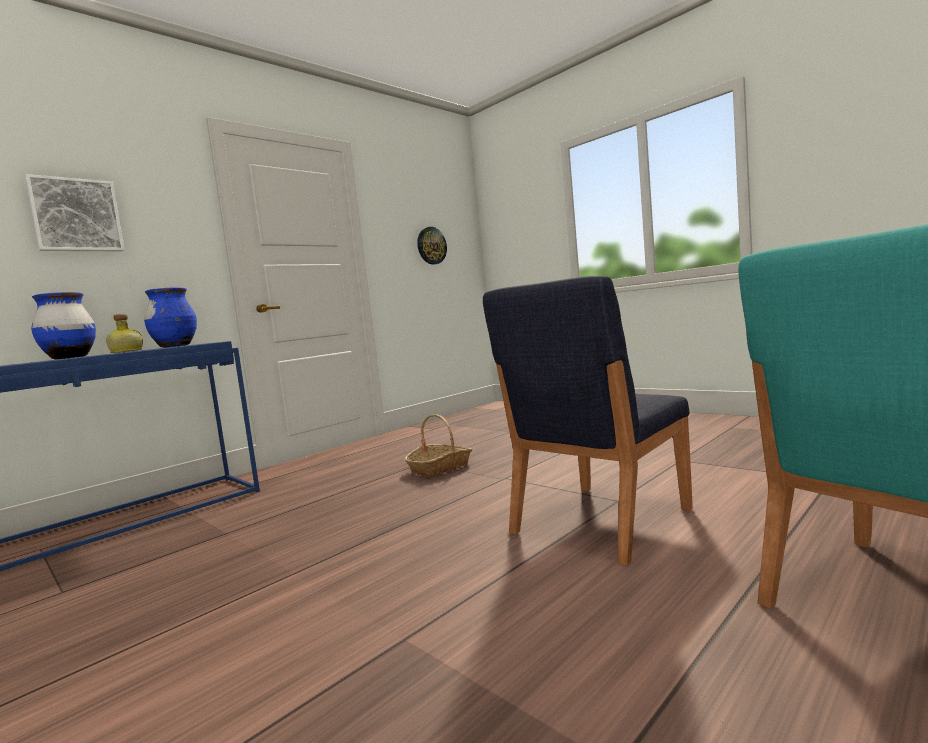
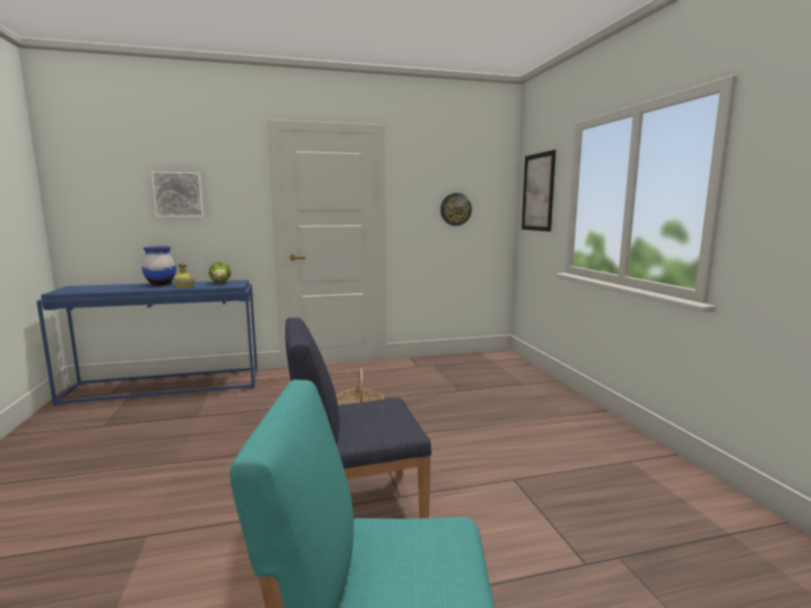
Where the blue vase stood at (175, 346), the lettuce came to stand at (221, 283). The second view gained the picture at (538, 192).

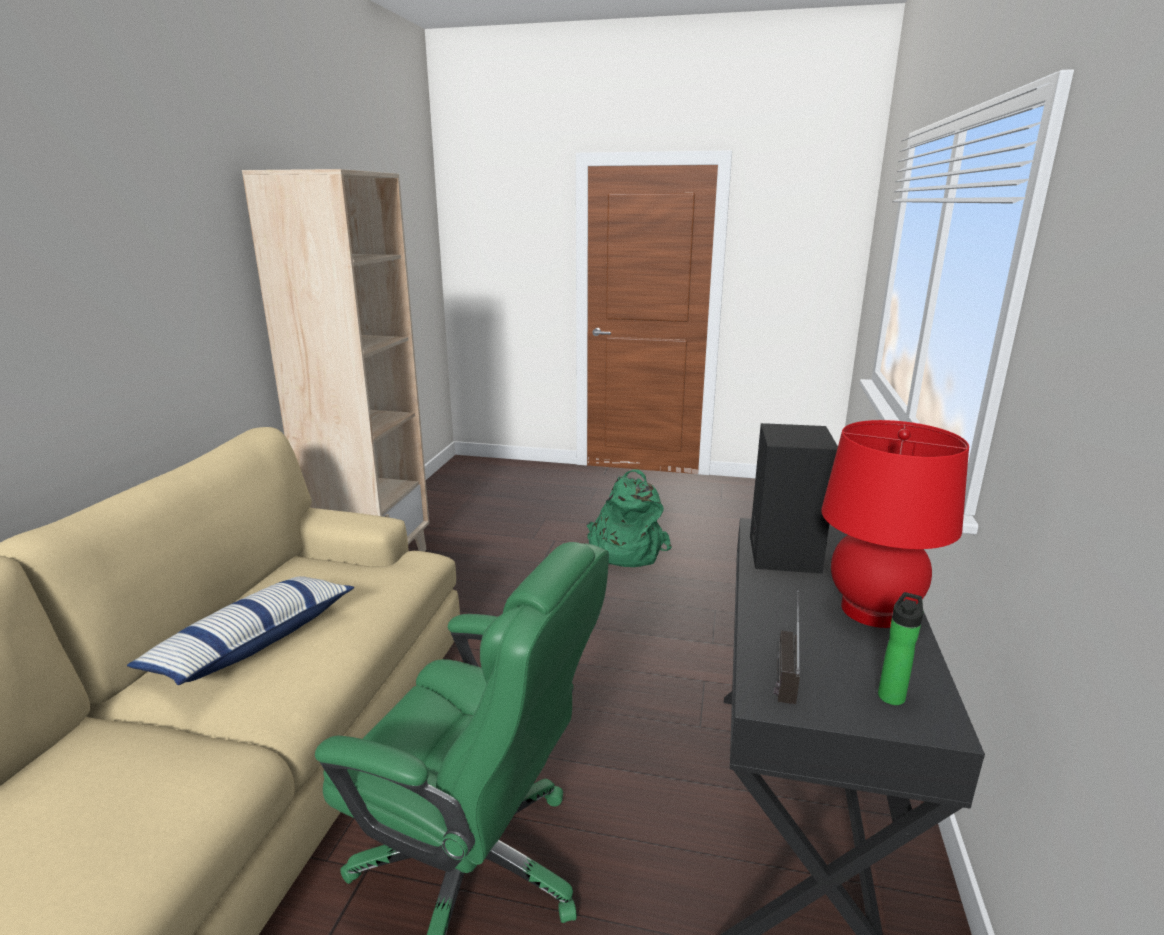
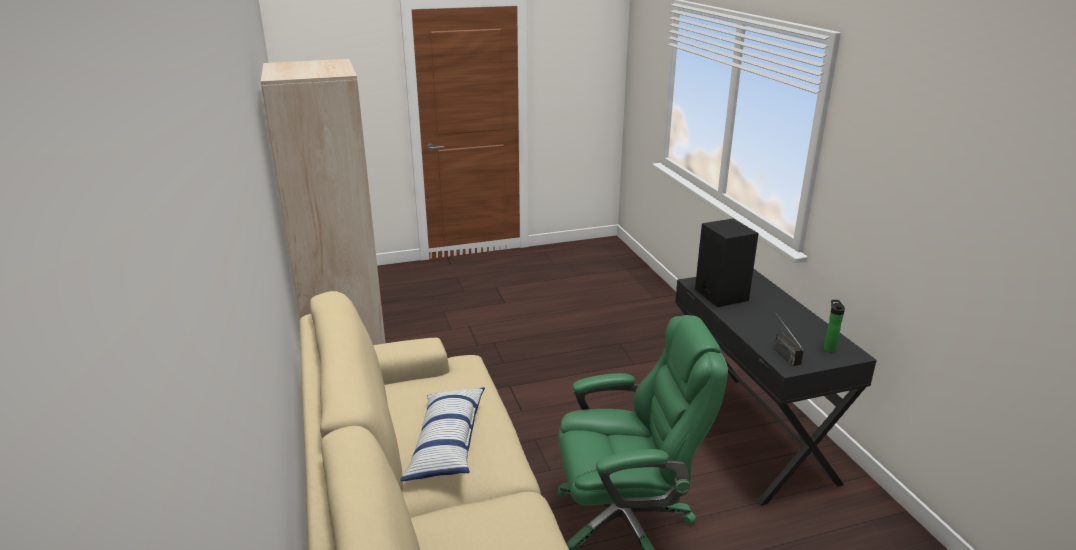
The second view lost the red table lamp at (873, 610). The second view lost the green backpack at (624, 550).

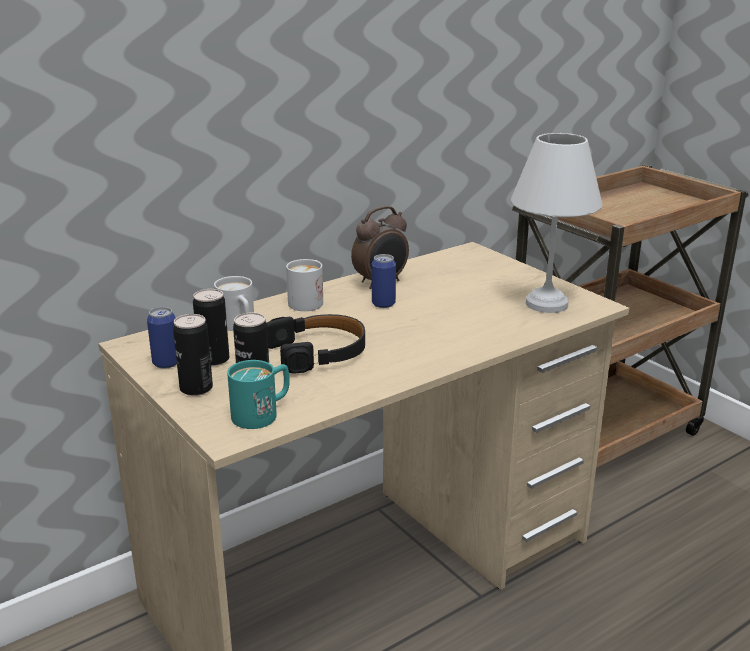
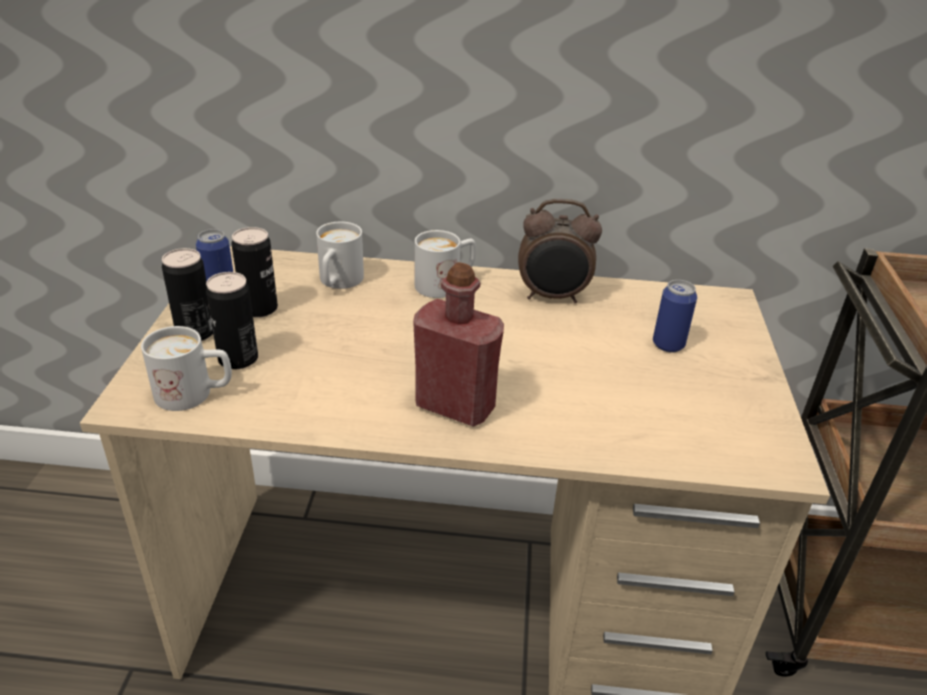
The second view lost the white table lamp at (549, 304). The can ended up elsewhere, having gone from (383, 304) to (668, 344). The second view lost the black headphones at (318, 352). What was the turquoise mug at (263, 413) turned into the white mug at (195, 394). The second view gained the red bottle at (455, 406).

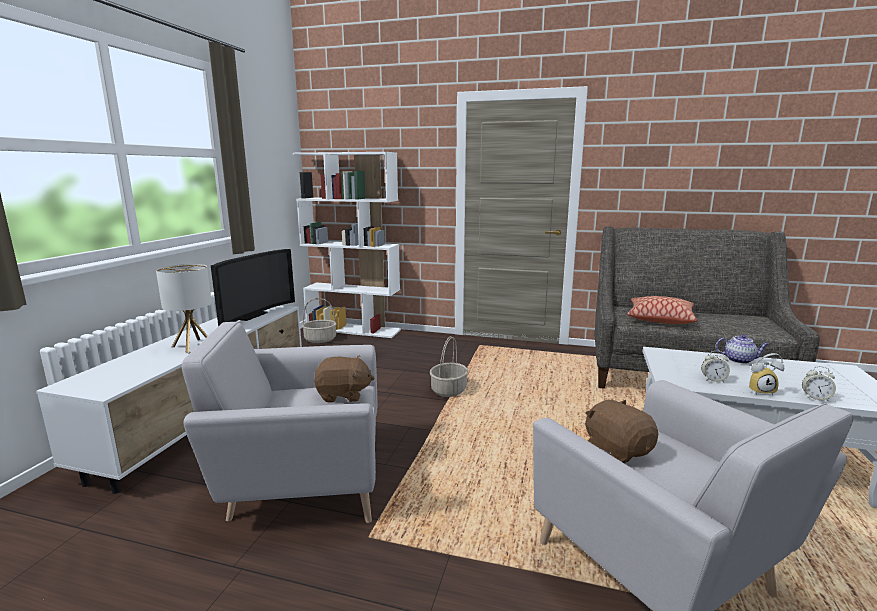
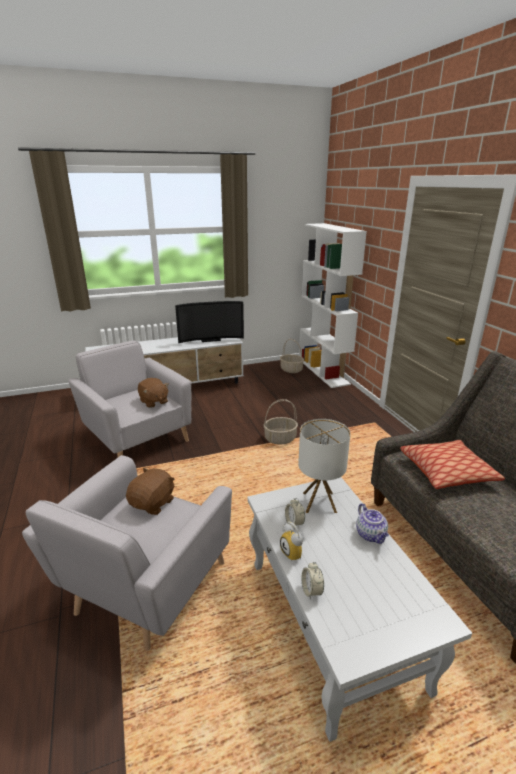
The table lamp ended up elsewhere, having gone from (193, 346) to (319, 502).

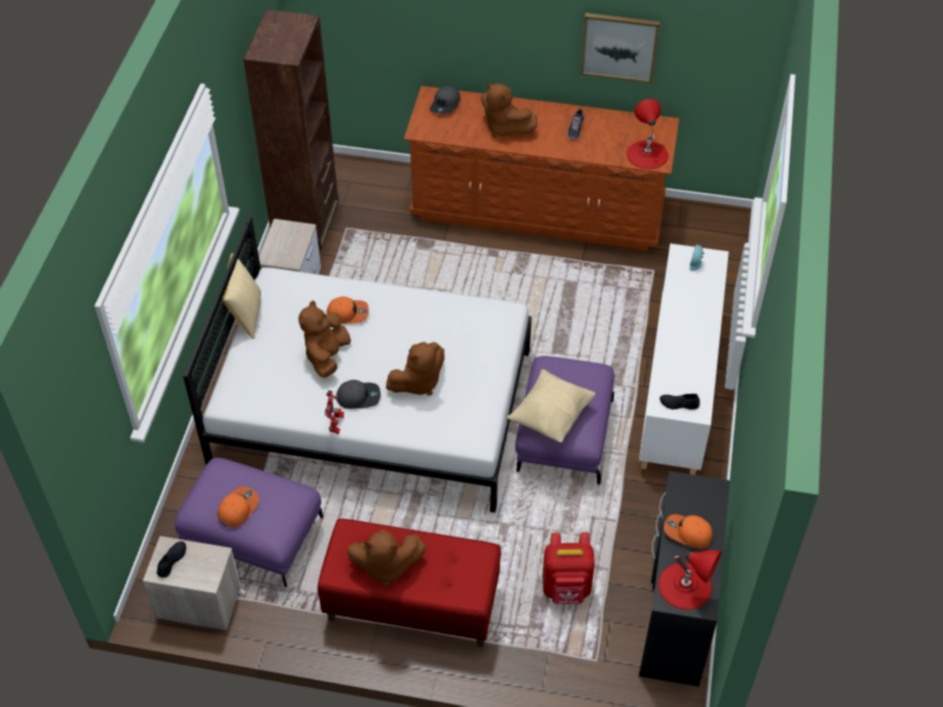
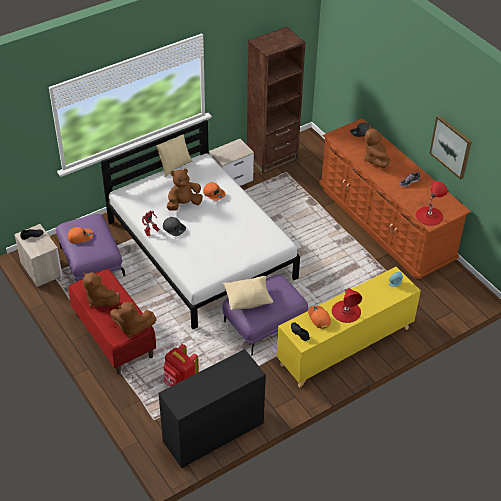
What was the white cabinet at (678, 388) turned into the yellow cabinet at (345, 346). The brown plush toy ended up elsewhere, having gone from (418, 382) to (132, 327). The orange cap ended up elsewhere, having gone from (687, 533) to (318, 318). The red table lamp ended up elsewhere, having gone from (685, 586) to (346, 311).

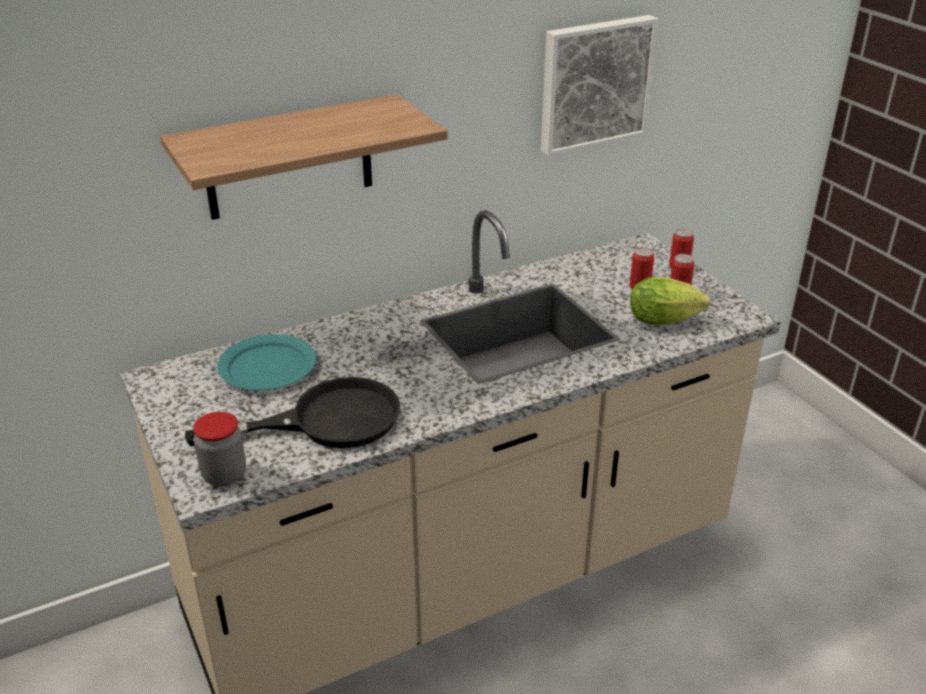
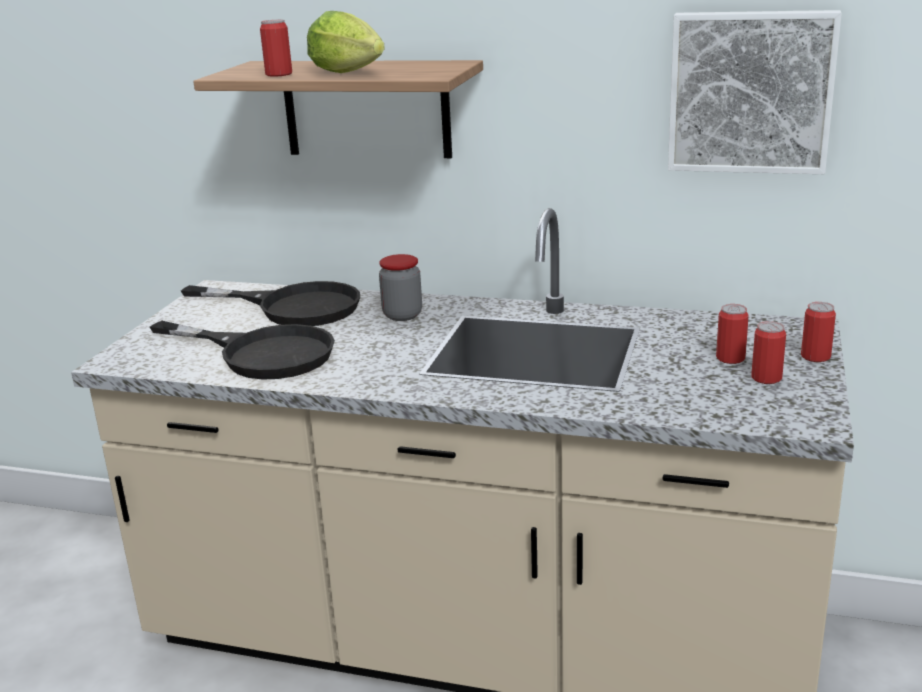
The lettuce ended up elsewhere, having gone from (667, 321) to (351, 73). Where the turquoise plate stood at (268, 366), the black frying pan came to stand at (293, 307). The jar ended up elsewhere, having gone from (224, 475) to (402, 315). The second view gained the can at (278, 74).

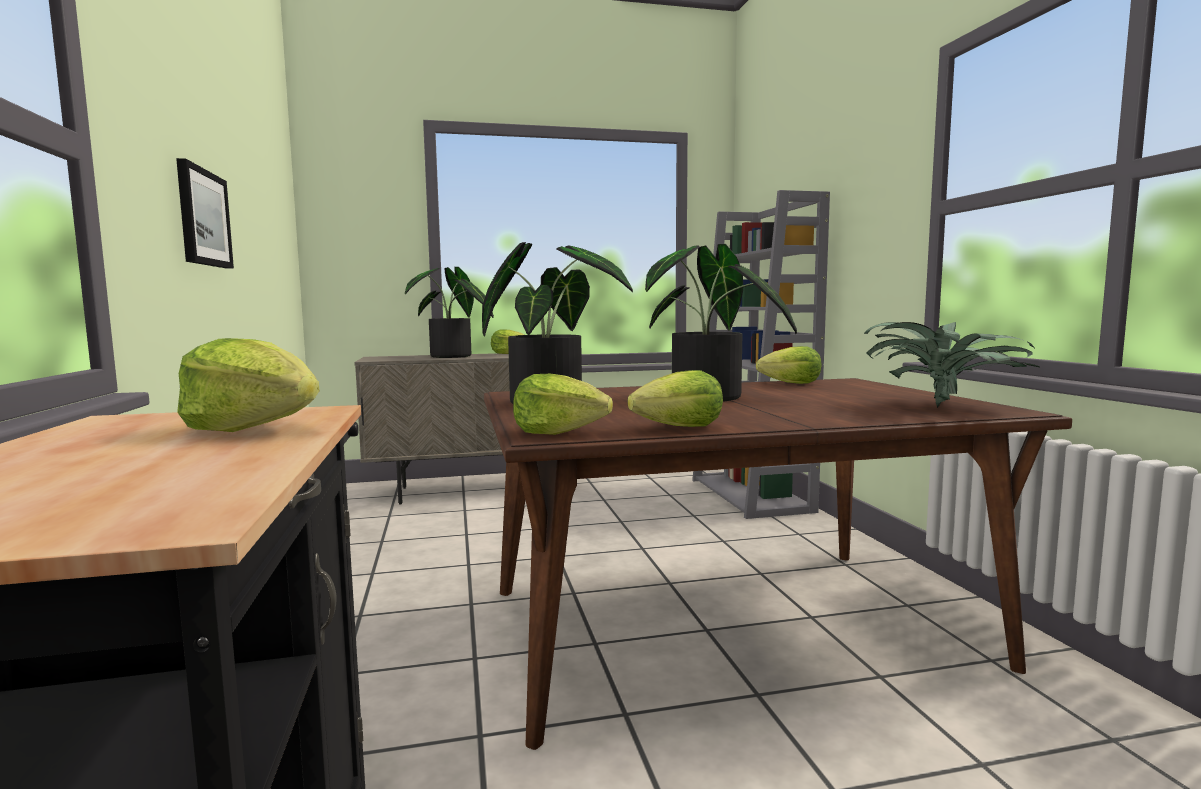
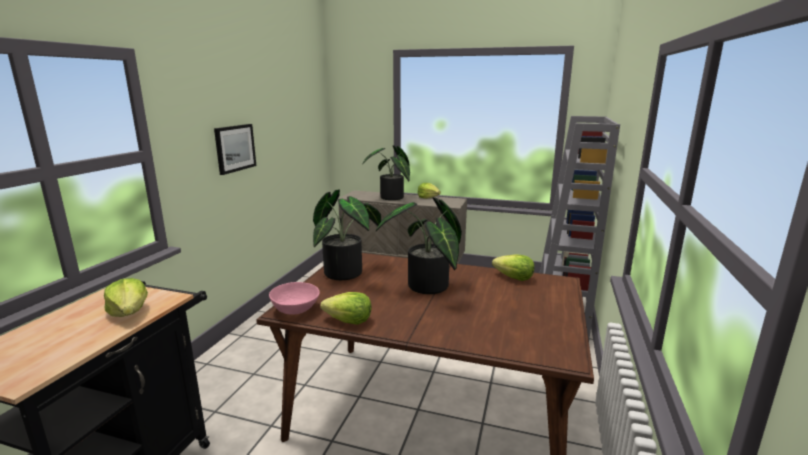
The second view lost the potted plant at (943, 407). Where the lettuce stood at (558, 432), the pink bowl came to stand at (295, 309).

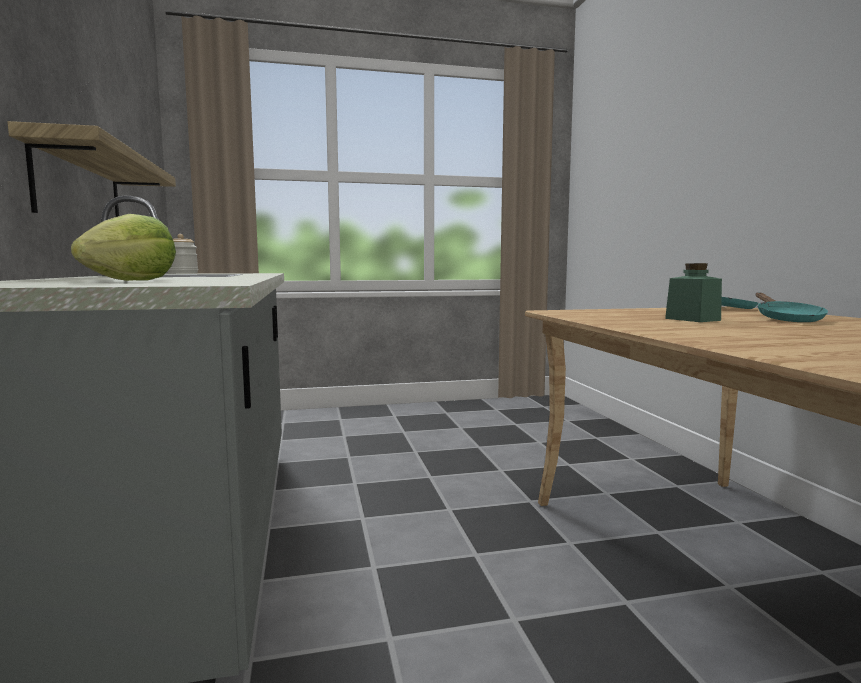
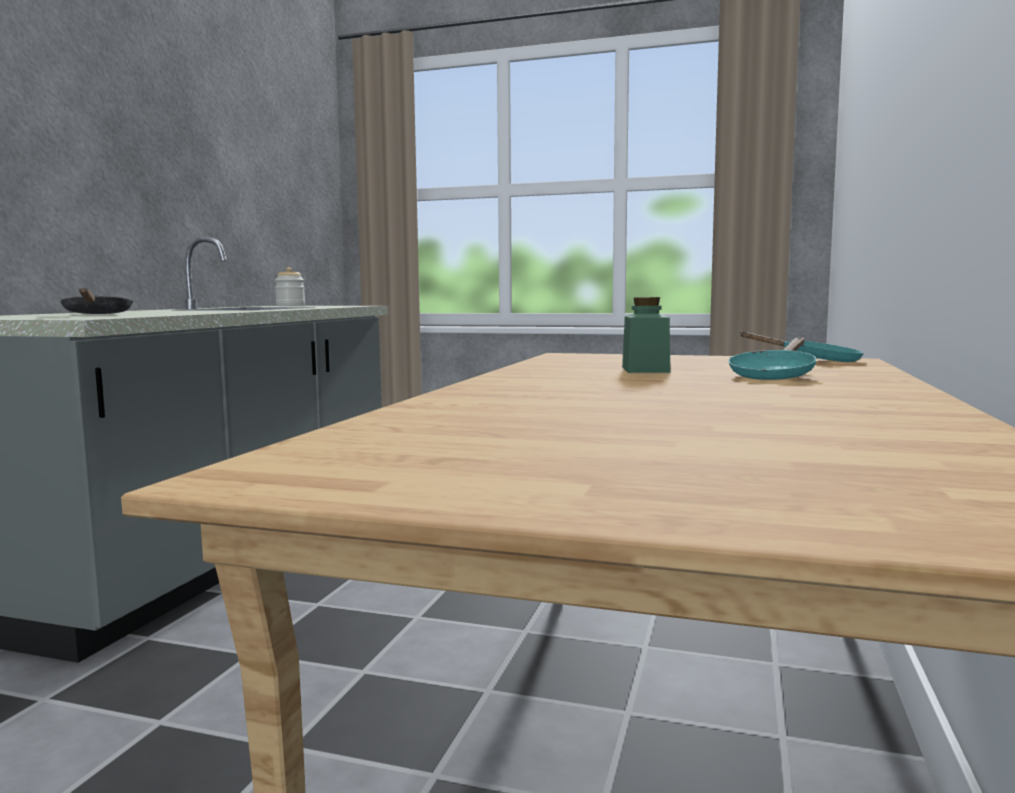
The second view lost the shelf at (80, 188). Where the lettuce stood at (132, 280), the black frying pan came to stand at (97, 314).

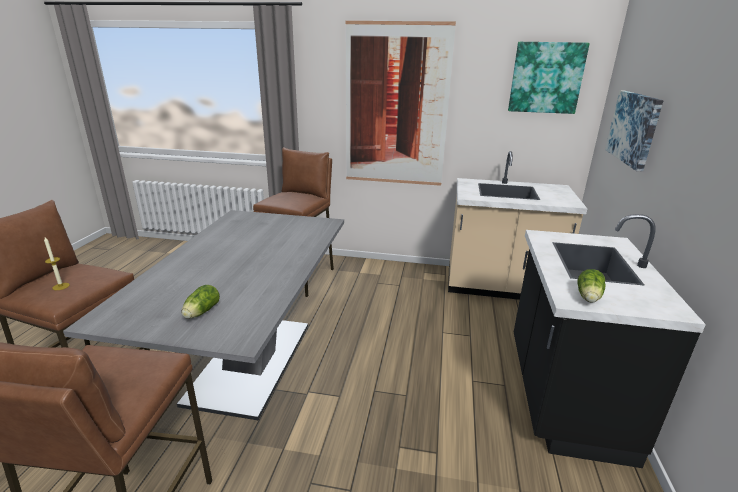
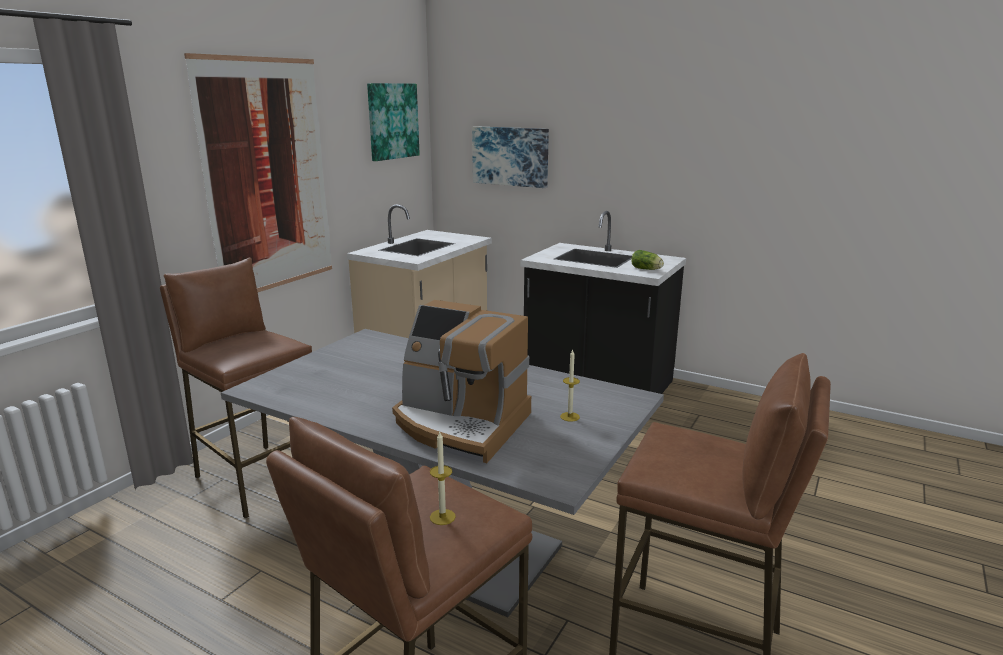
Where the lettuce stood at (200, 312), the candle came to stand at (569, 416). The second view gained the coffee machine at (460, 424).

